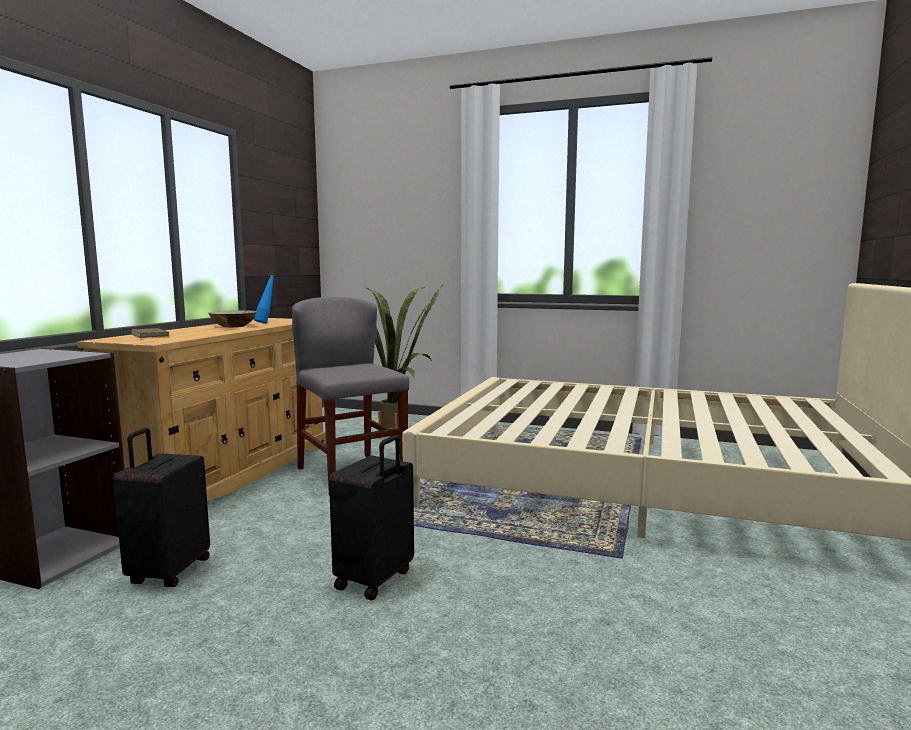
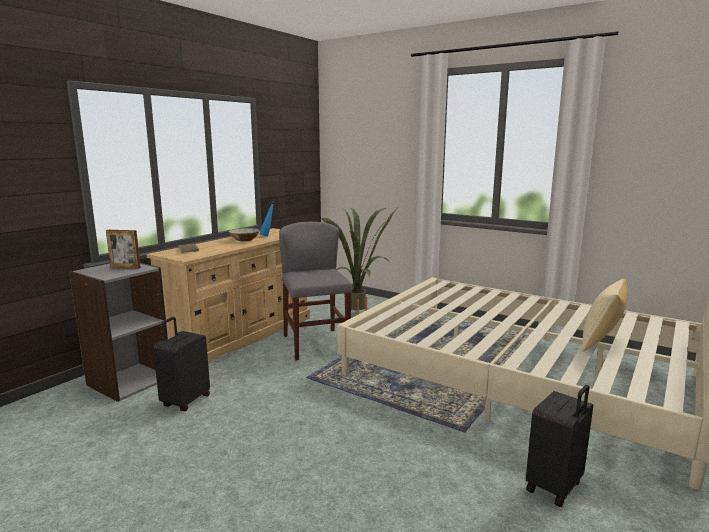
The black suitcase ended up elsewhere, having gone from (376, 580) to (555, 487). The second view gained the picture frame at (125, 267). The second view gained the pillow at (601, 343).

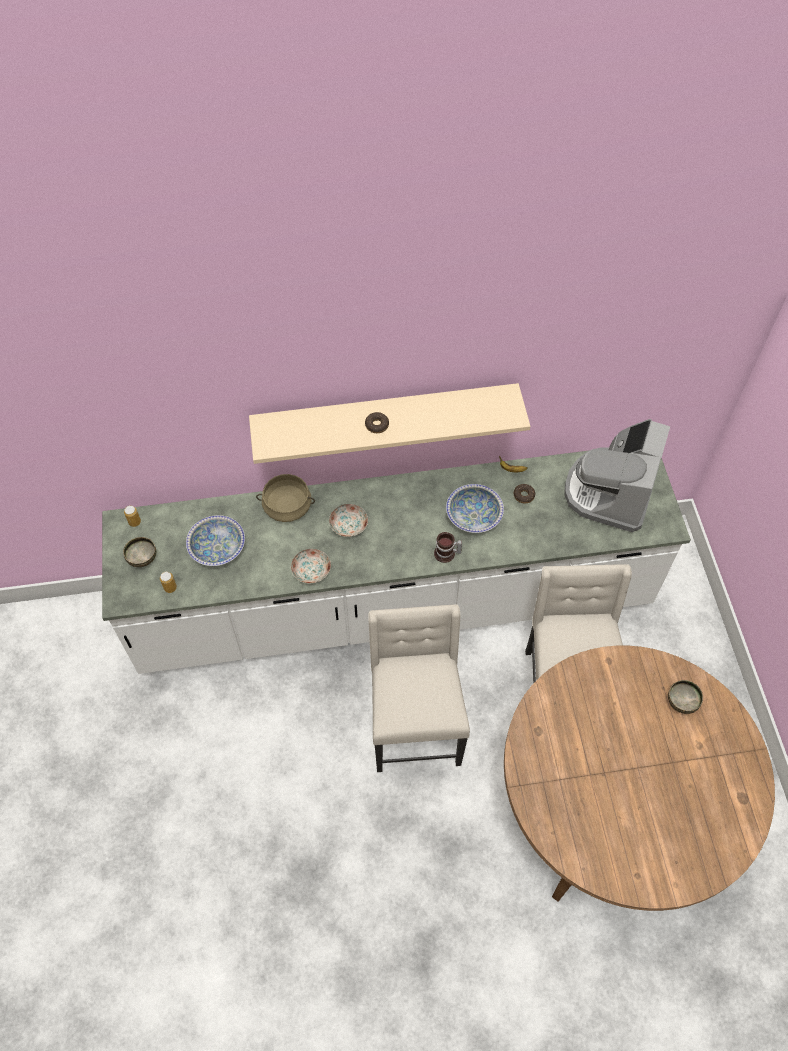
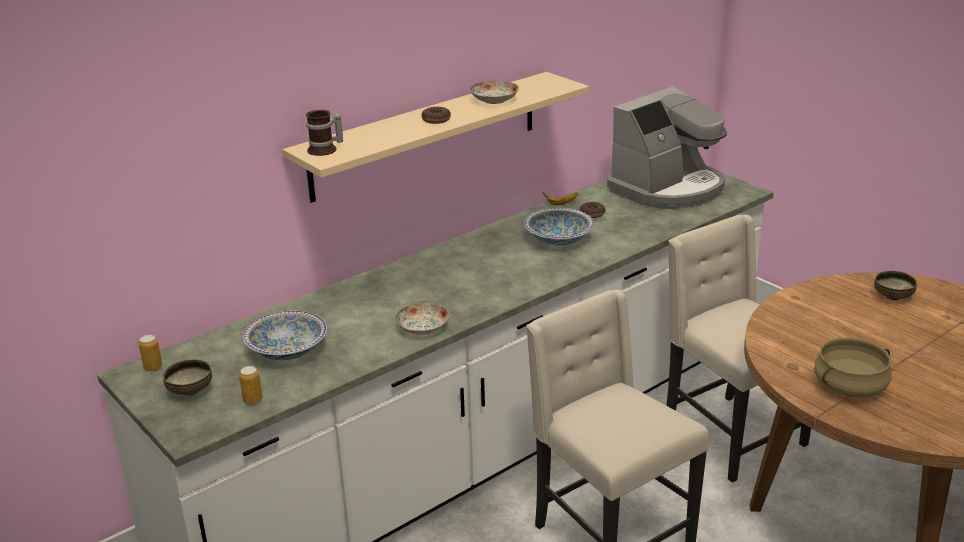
The coffee machine at (610, 491) ended up facing another way, 120 degrees counterclockwise from before. The beige cooking pot ended up elsewhere, having gone from (287, 507) to (850, 387). The plate ended up elsewhere, having gone from (349, 524) to (494, 100). The mug ended up elsewhere, having gone from (446, 554) to (325, 150).

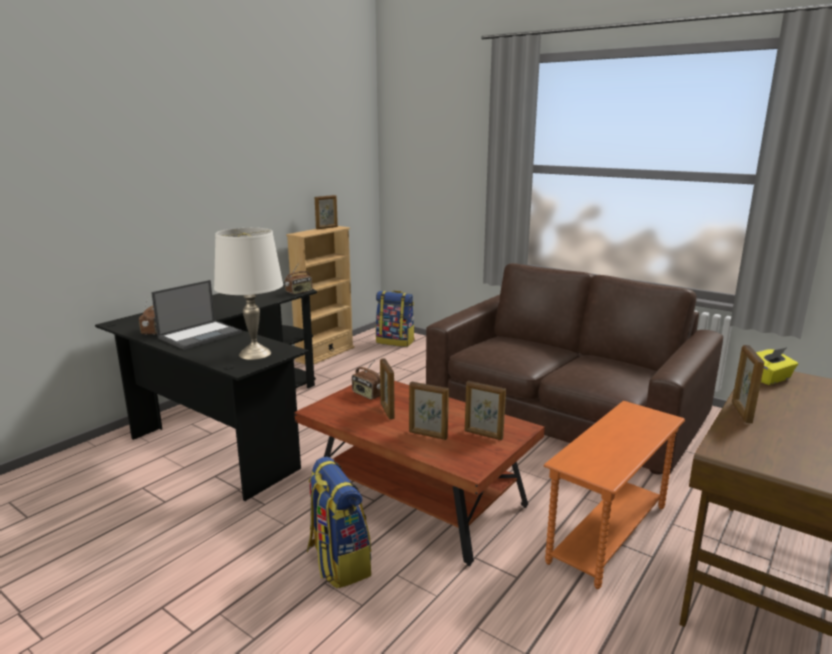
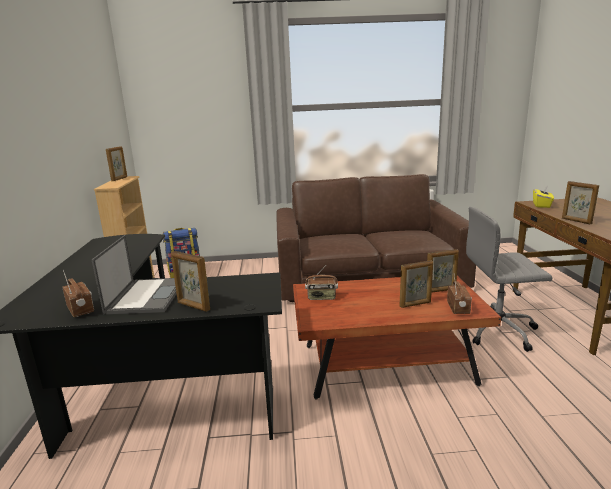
The second view lost the white table lamp at (255, 353). The radio ended up elsewhere, having gone from (299, 292) to (458, 308). The picture frame ended up elsewhere, having gone from (387, 411) to (193, 306). Where the orange side table stood at (607, 534), the grey office chair came to stand at (498, 330). The second view lost the backpack at (338, 562).

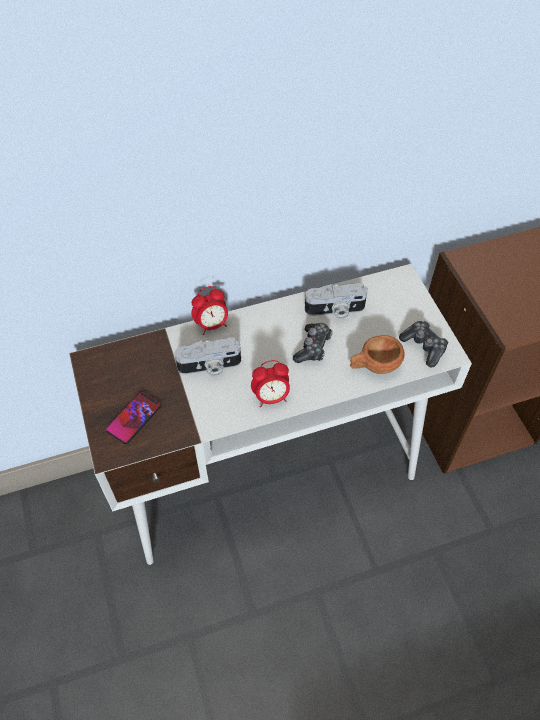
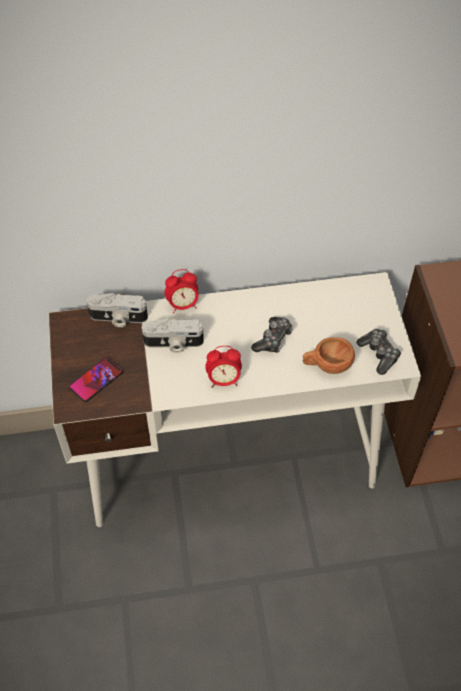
The photo camera ended up elsewhere, having gone from (335, 310) to (118, 318).

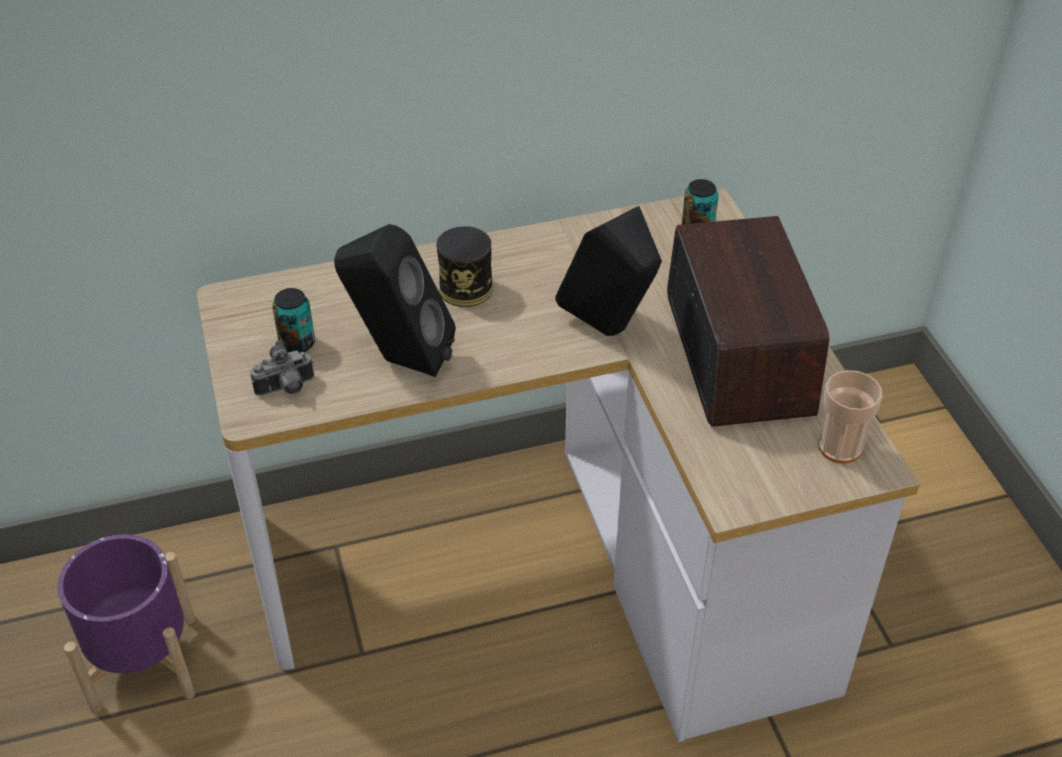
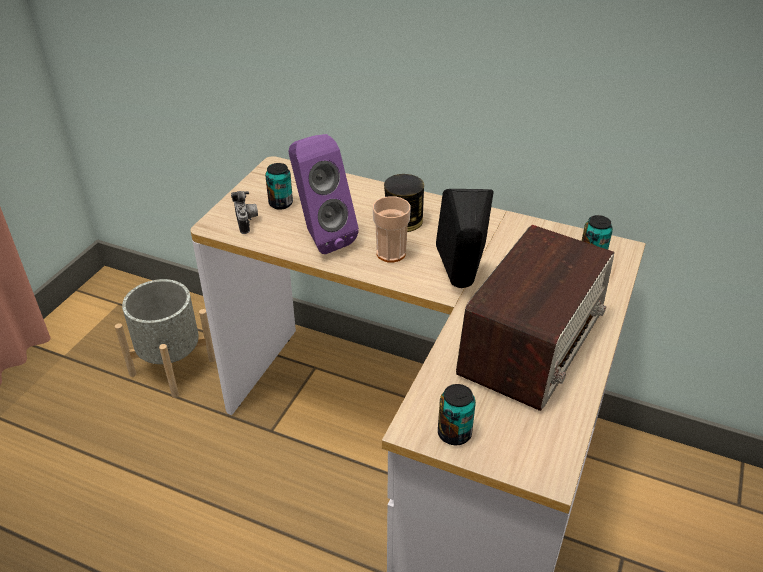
What was the black speaker at (399, 360) turned into the purple speaker at (320, 237). The photo camera at (286, 389) ended up facing another way, 120 degrees counterclockwise from before. The cup ended up elsewhere, having gone from (840, 447) to (391, 253). What was the purple planter at (144, 662) turned into the grey planter at (173, 366). The second view gained the can at (454, 434).

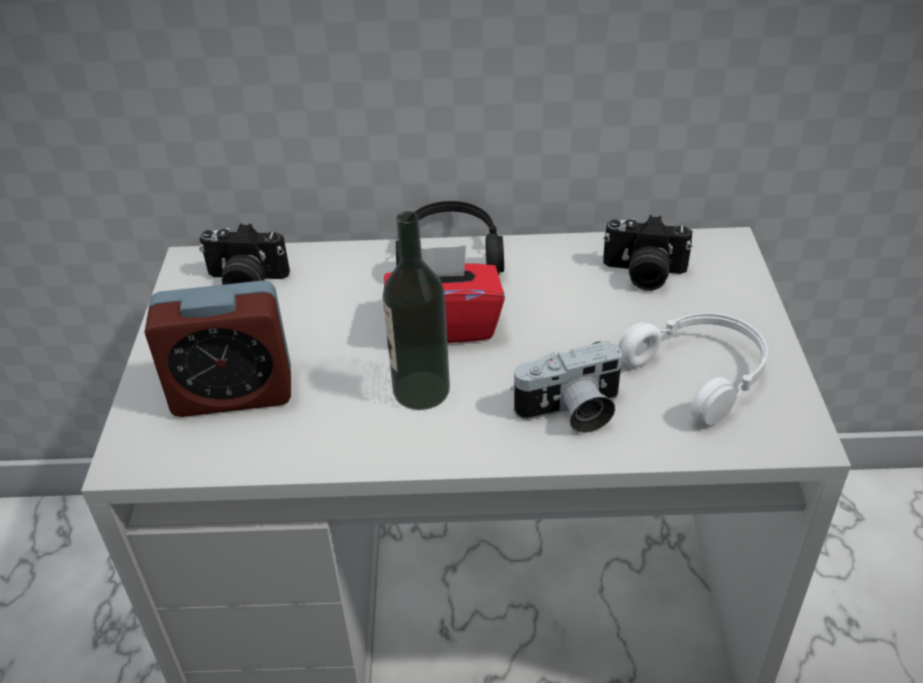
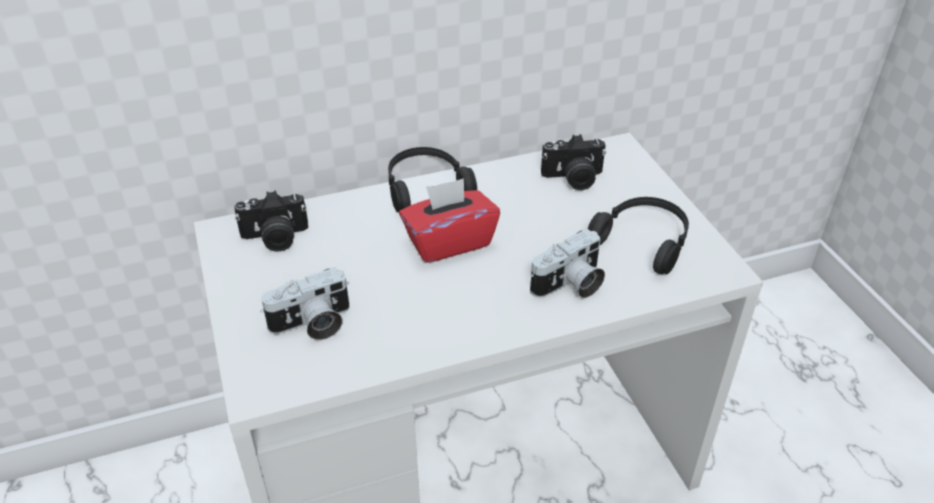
The second view lost the bottle at (421, 390). Where the alarm clock stood at (233, 393), the photo camera came to stand at (312, 324). What was the white headphones at (701, 373) turned into the black headphones at (644, 240).

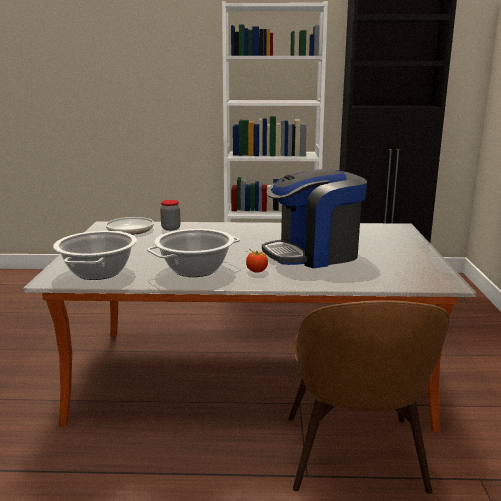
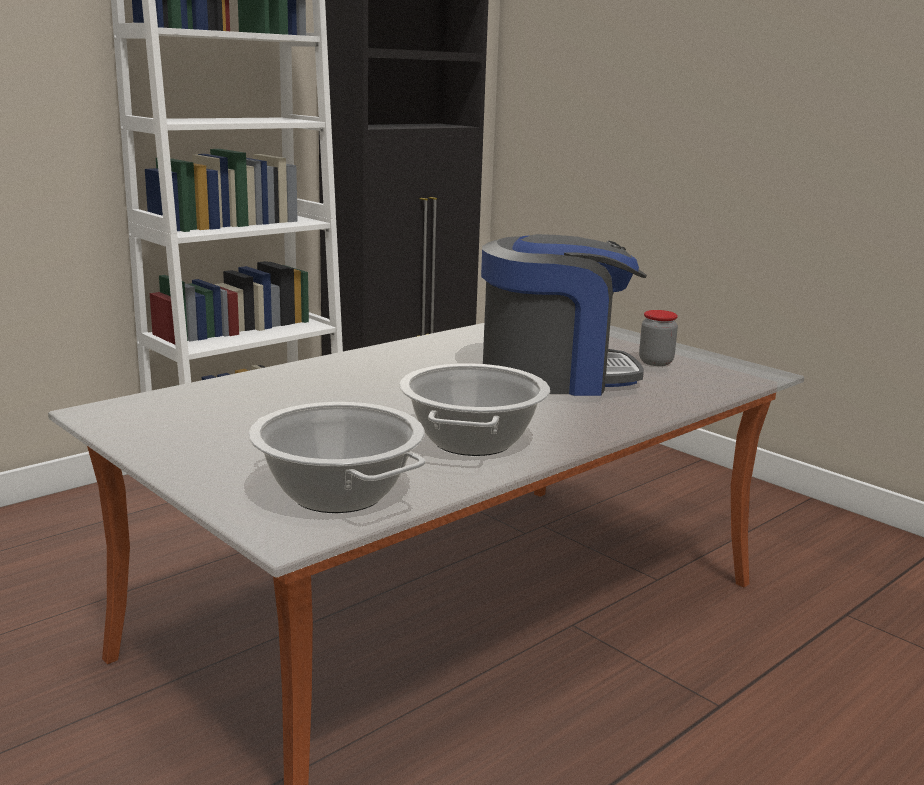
The coffee machine at (313, 254) ended up facing another way, 120 degrees counterclockwise from before. The jar ended up elsewhere, having gone from (171, 228) to (655, 362). The second view lost the frying pan at (128, 231). The second view lost the tomato at (256, 271). The second view lost the brown chair at (354, 457).

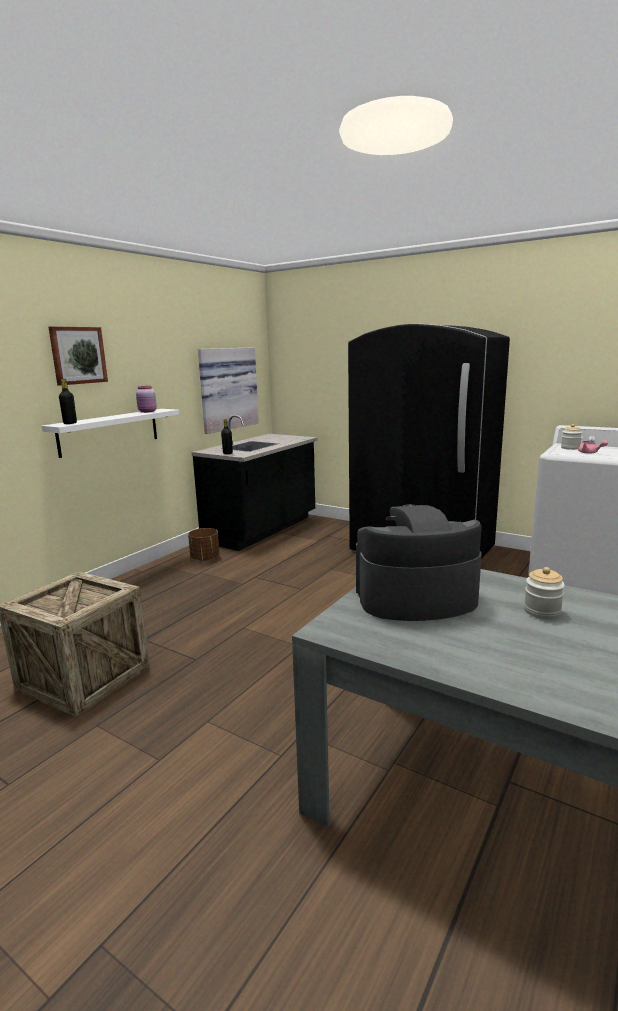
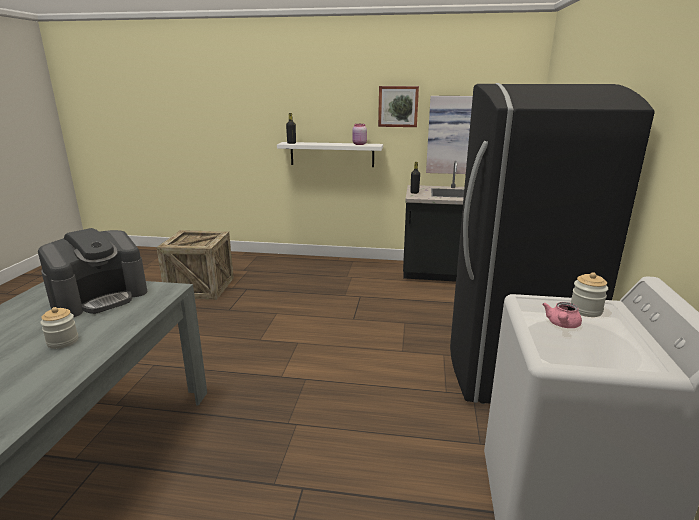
The picture ended up elsewhere, having gone from (78, 355) to (398, 106). The coffee machine at (415, 597) ended up facing another way, 75 degrees clockwise from before. The second view lost the brown planter at (205, 558).

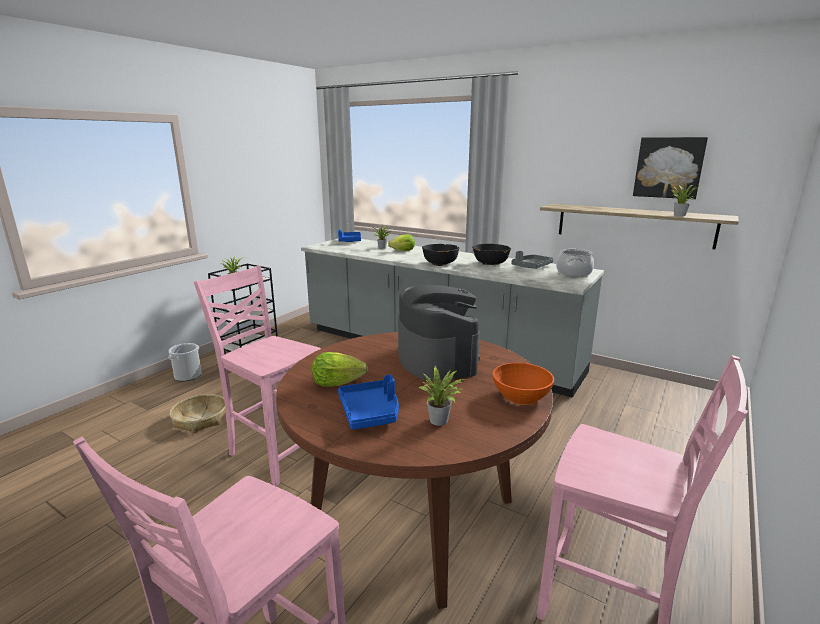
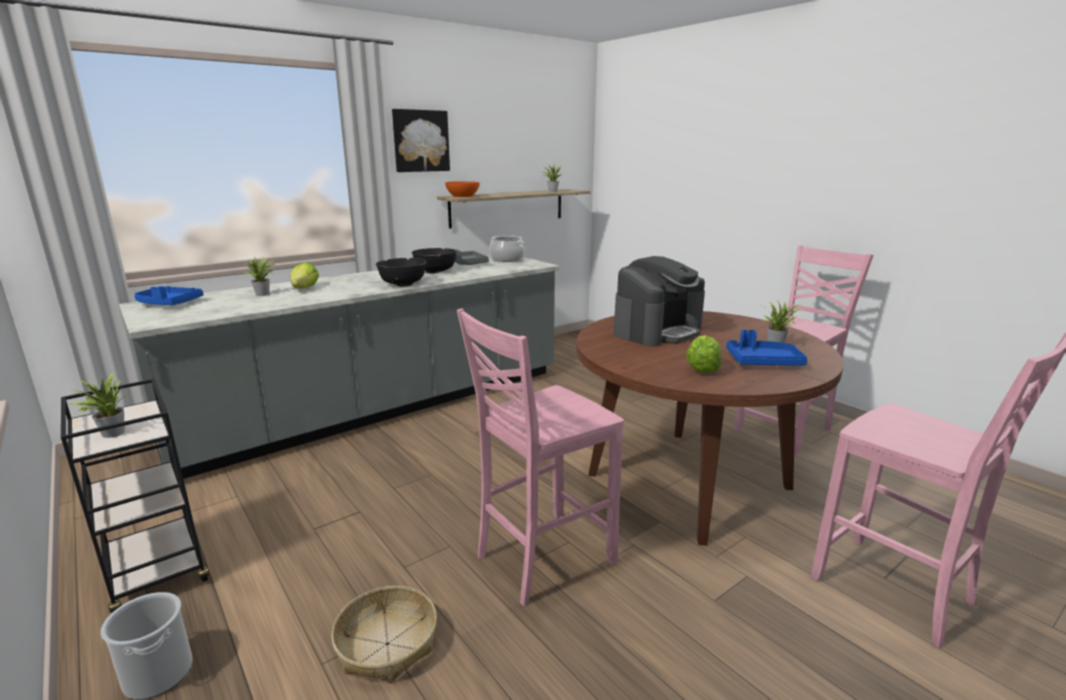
The picture ended up elsewhere, having gone from (668, 167) to (420, 141). The coffee machine at (436, 359) ended up facing another way, 135 degrees clockwise from before. The orange bowl ended up elsewhere, having gone from (521, 396) to (463, 196).

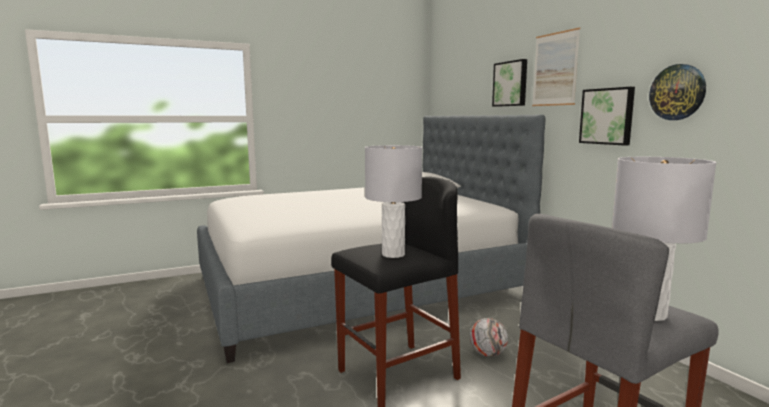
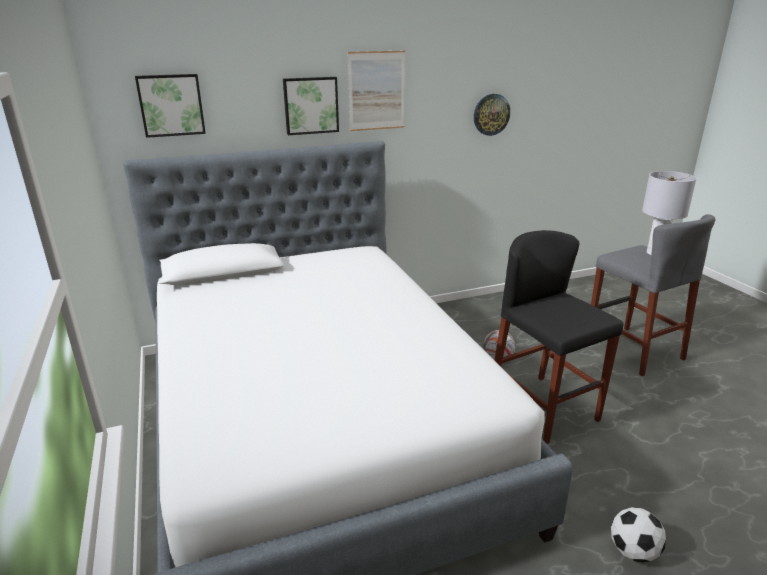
The picture ended up elsewhere, having gone from (607, 116) to (171, 105). The second view lost the grey table lamp at (393, 254). The second view gained the football at (633, 551).

